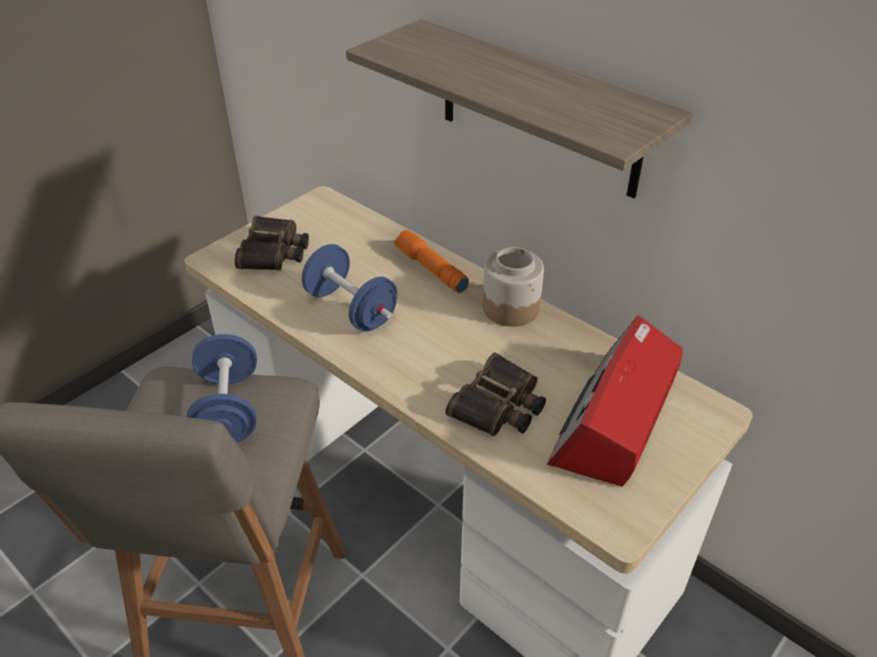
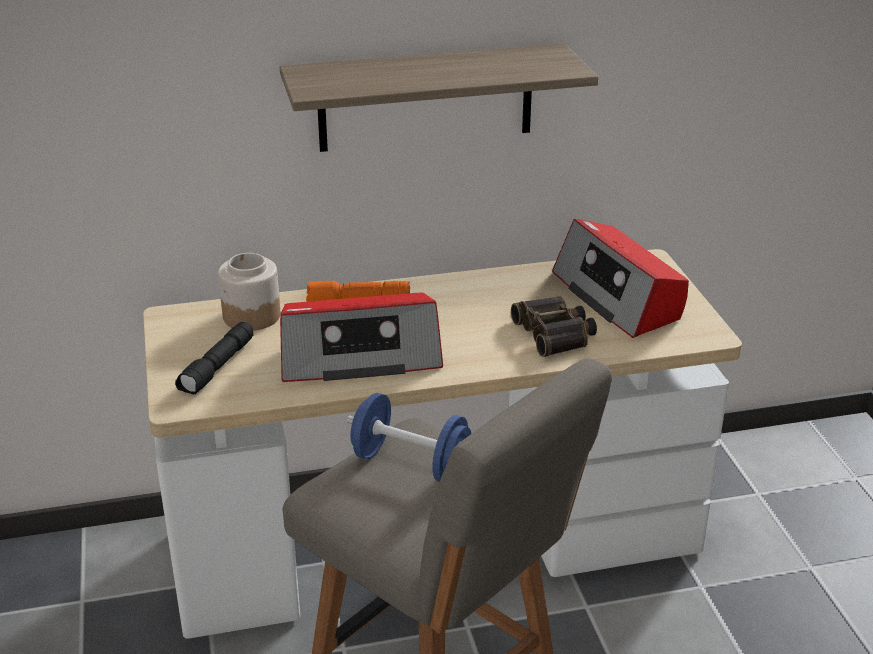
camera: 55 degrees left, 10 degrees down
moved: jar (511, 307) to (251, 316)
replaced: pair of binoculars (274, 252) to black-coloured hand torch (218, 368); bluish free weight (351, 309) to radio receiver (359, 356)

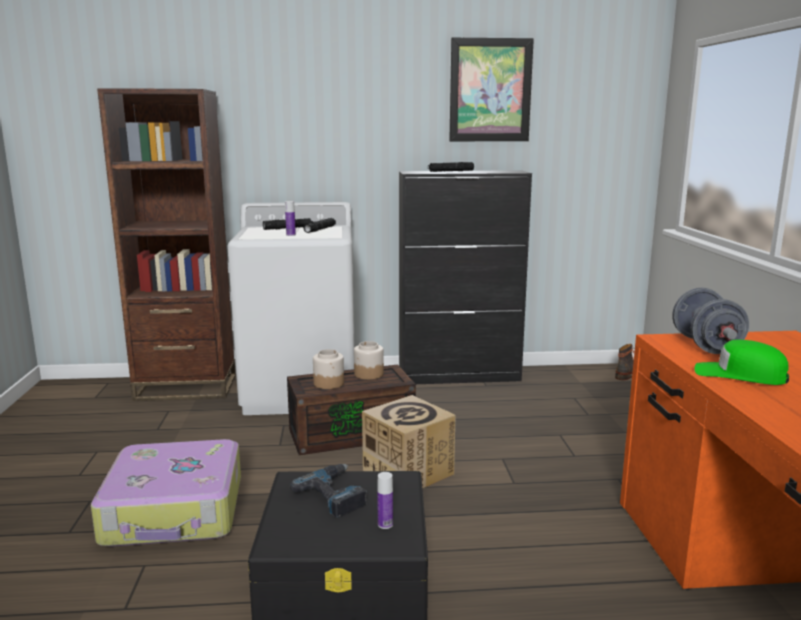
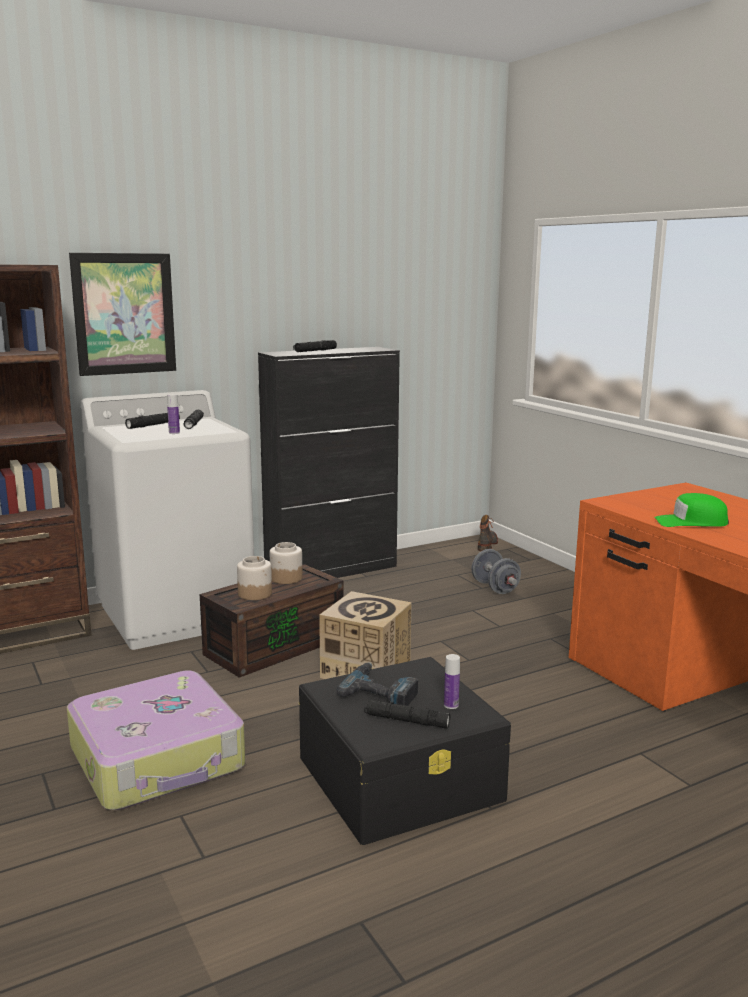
camera: 25 degrees left, 0 degrees up
added: black-coloured hand torch (406, 720)
moved: wall art (490, 90) to (124, 314); greyish free weight (706, 345) to (495, 587)

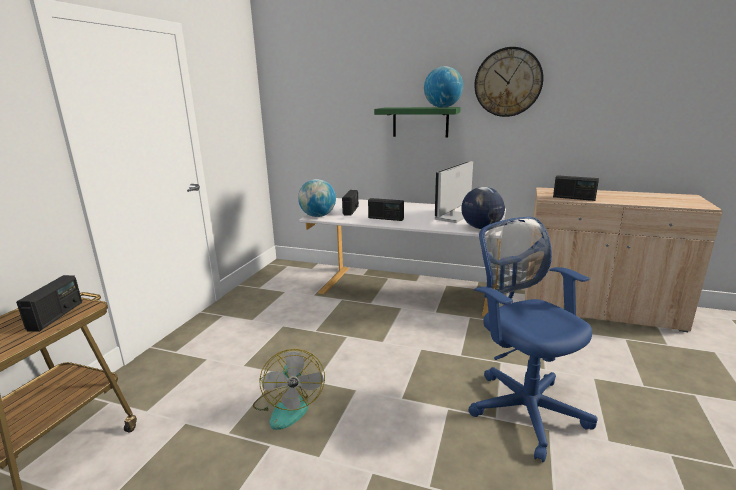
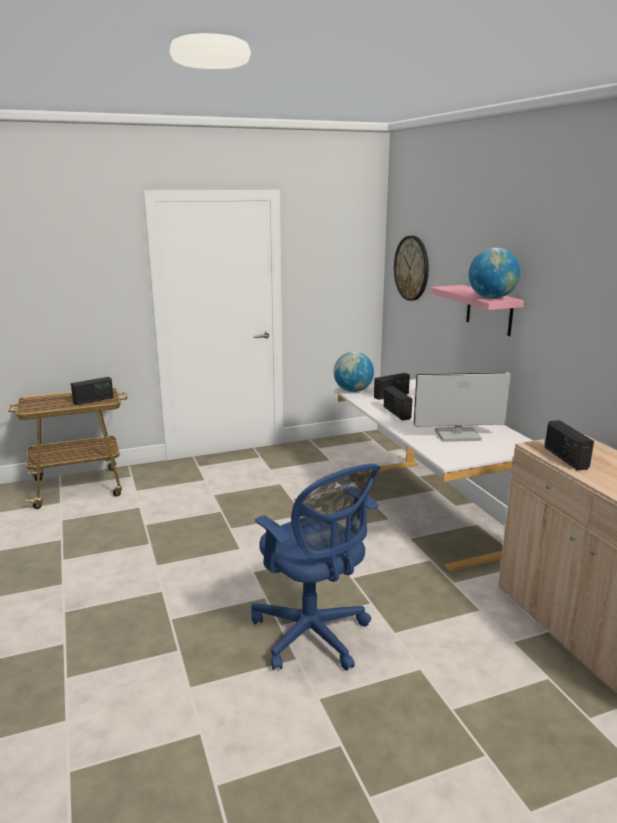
camera: 50 degrees right, 0 degrees up
removed: world globe (481, 228); electric fan (288, 406)
moved: clock on the wall (508, 82) to (412, 268)
recoloured: green wall shelf (420, 122) to pink wall shelf (489, 310)
turned: bluish computer chair (523, 407) = (313, 636) 120 degrees clockwise

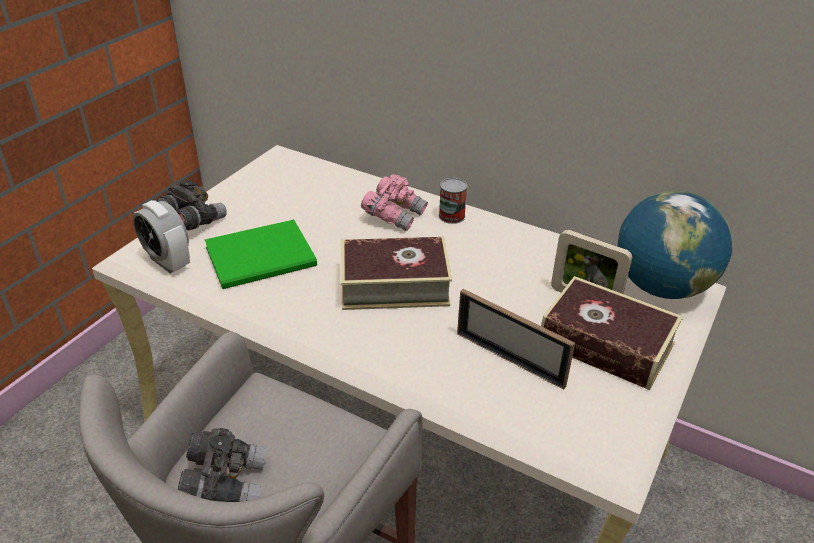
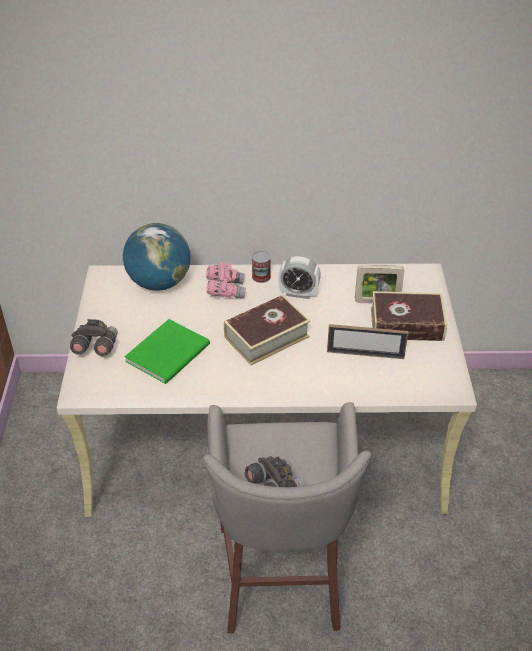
camera: 30 degrees left, 5 degrees up
moved: world globe (661, 286) to (159, 282); alarm clock (167, 262) to (298, 293)

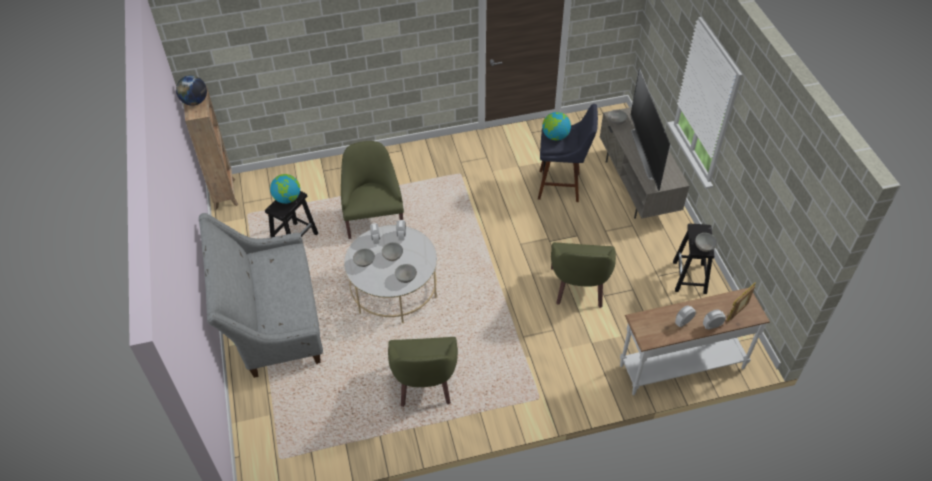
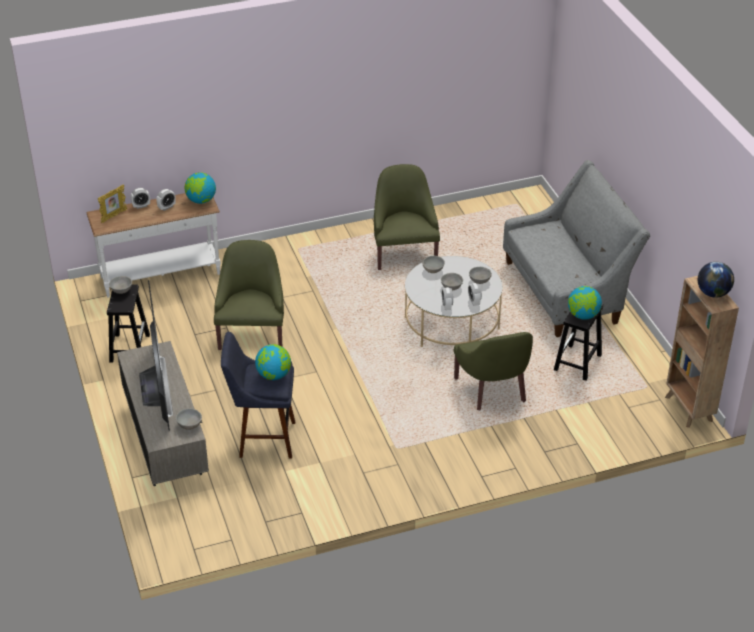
camera: 175 degrees right, 10 degrees down
added: world globe (201, 200)

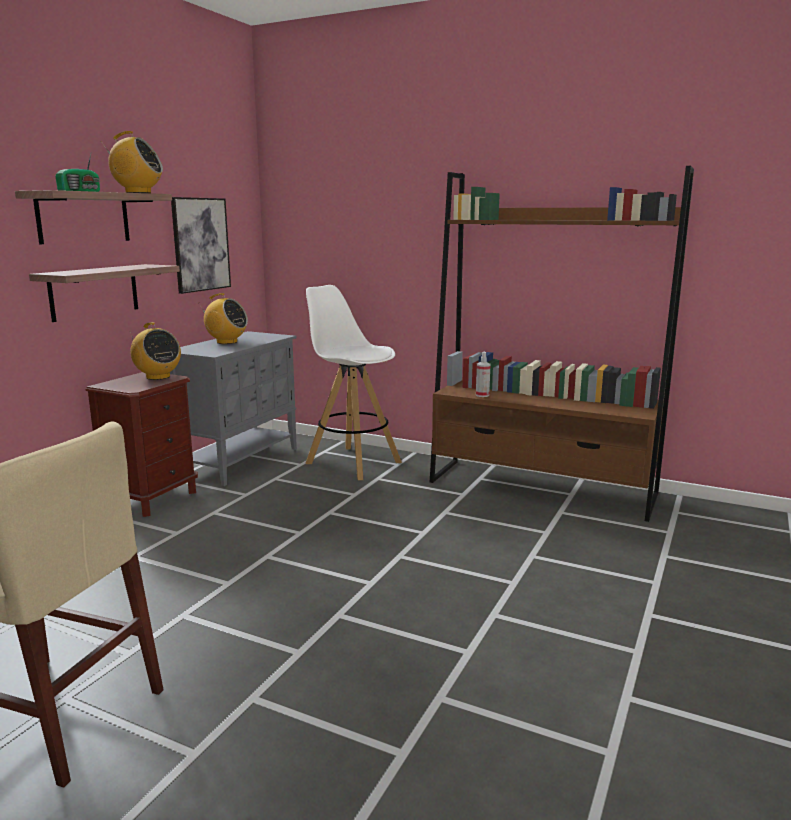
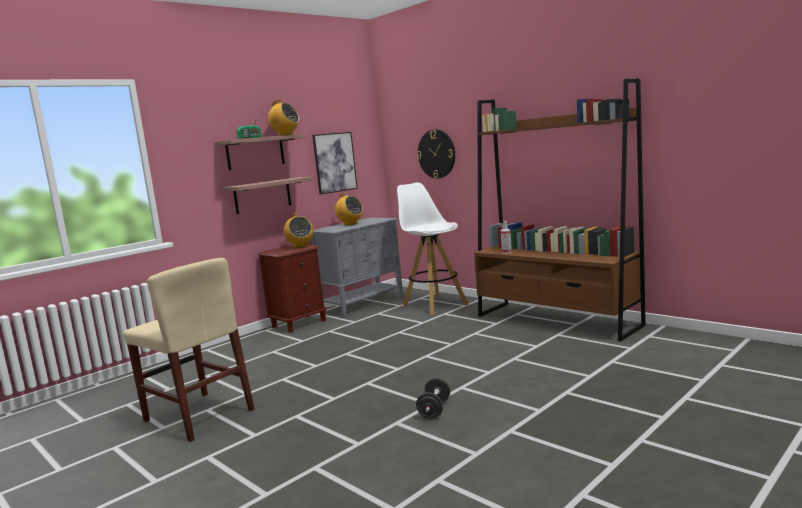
camera: 20 degrees right, 5 degrees down
added: clock on the wall (436, 154); black-coloured free weight (434, 410)

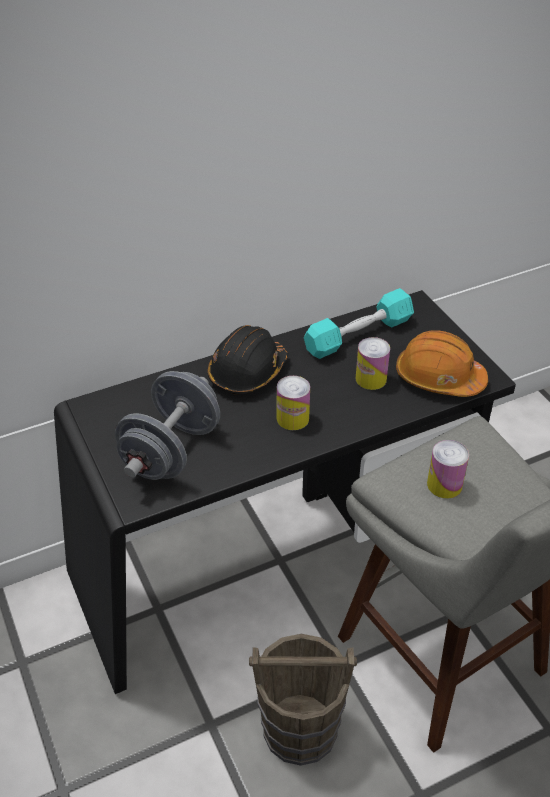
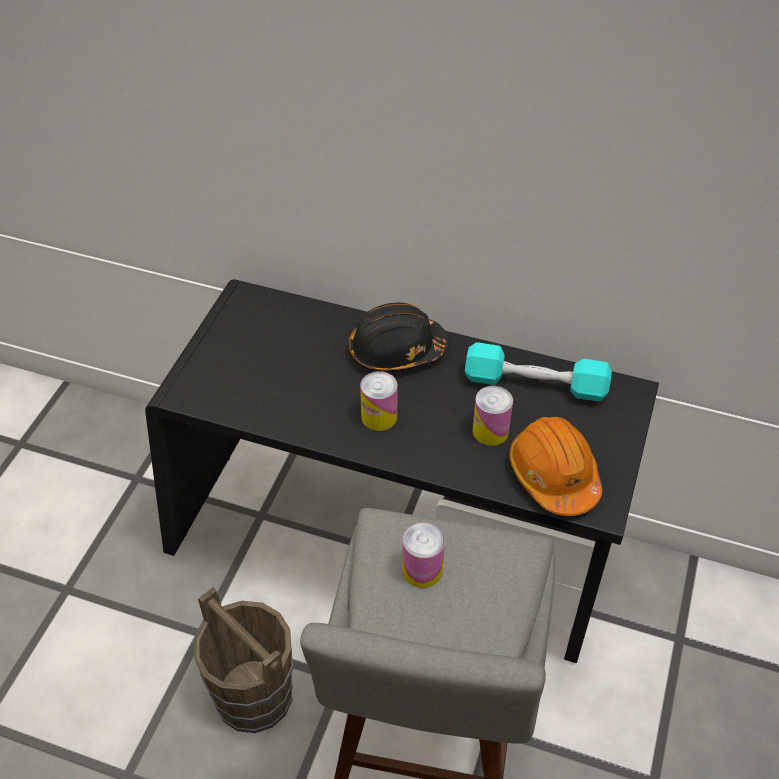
camera: 45 degrees right, 5 degrees up
removed: greyish free weight (171, 451)

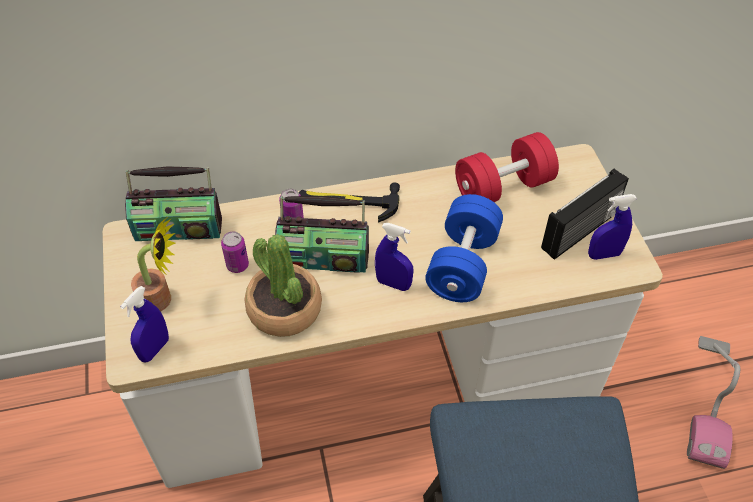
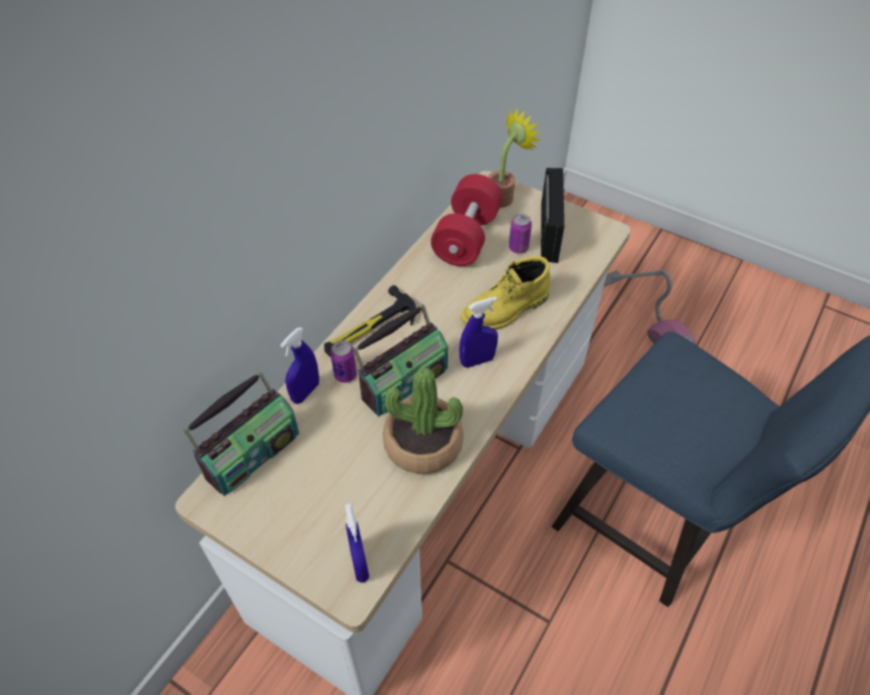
camera: 45 degrees left, 0 degrees up
moved: bluish spray bottle (604, 254) to (305, 392); houseplant (162, 300) to (503, 196); can (237, 265) to (518, 248)
replaced: bluish free weight (462, 264) to yellowish tall boot (506, 310)

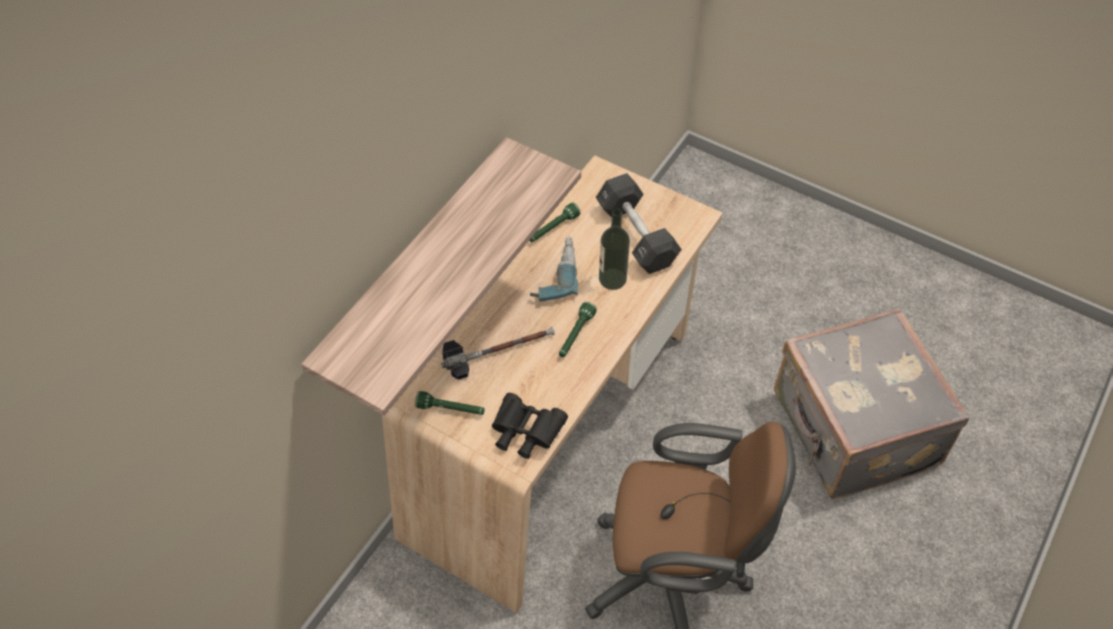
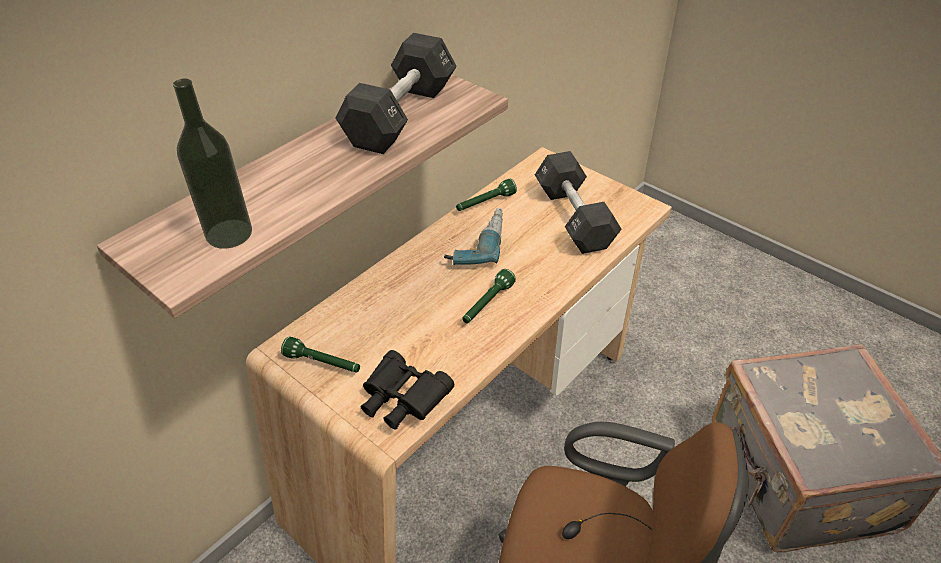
camera: 10 degrees right, 10 degrees down
removed: tool hammer (498, 350)
added: black-coloured free weight (401, 115)
moved: drink bottle (612, 279) to (229, 234)

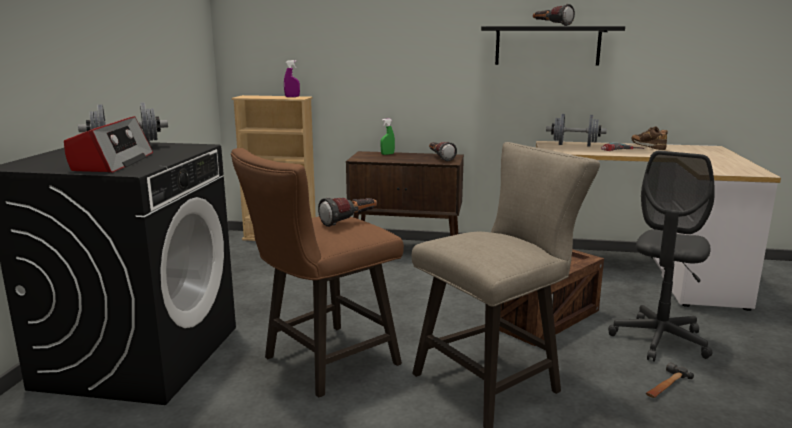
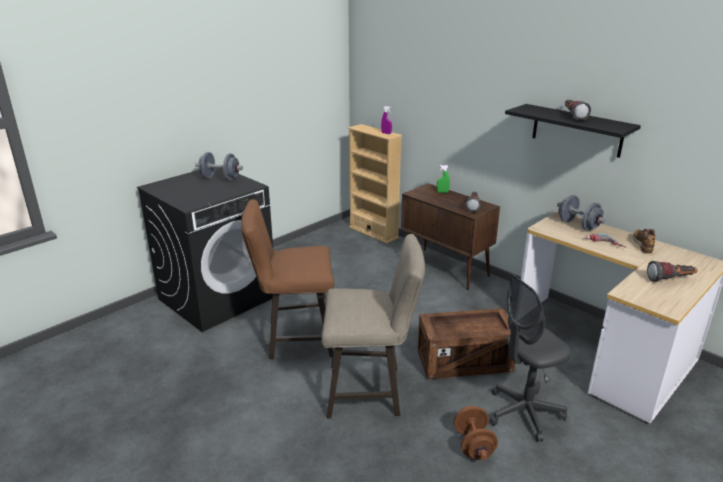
camera: 35 degrees right, 10 degrees up
removed: radio receiver (112, 162)
moved: hand torch (350, 221) to (670, 280)
replaced: tool hammer (665, 386) to brown free weight (473, 445)

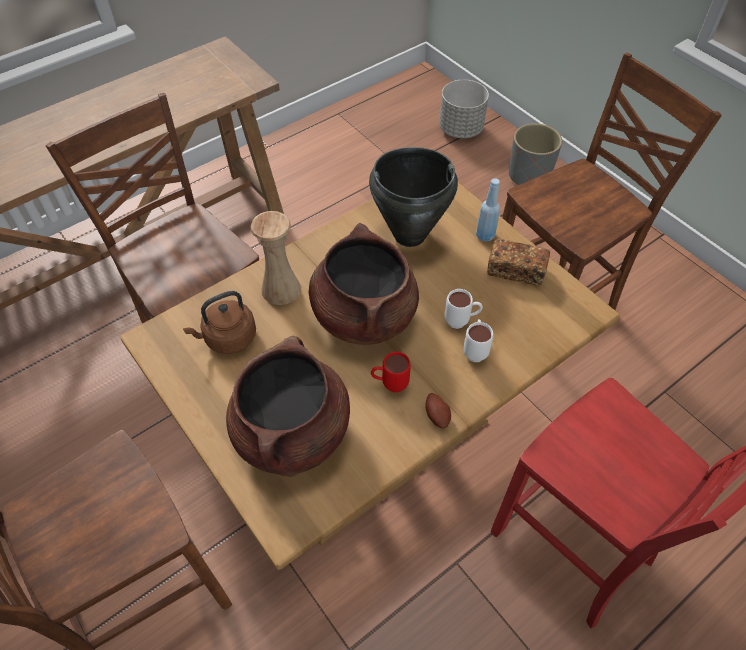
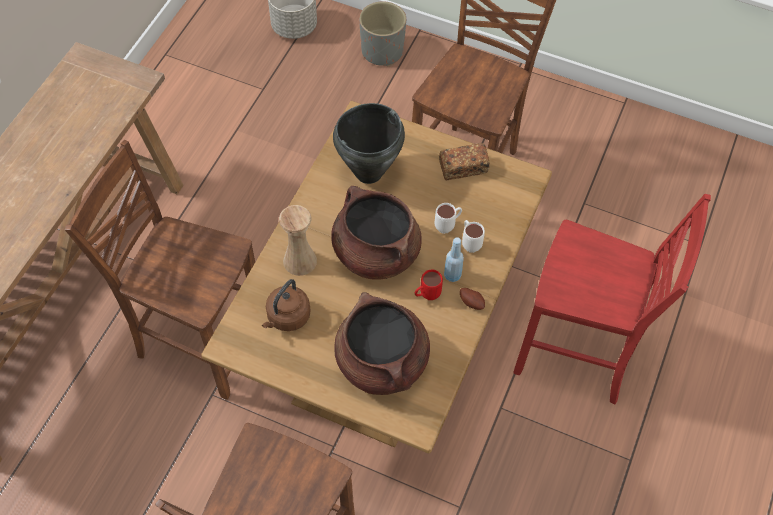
camera: 30 degrees left, 5 degrees up
moved: bluish drink bottle (485, 235) to (452, 275)

